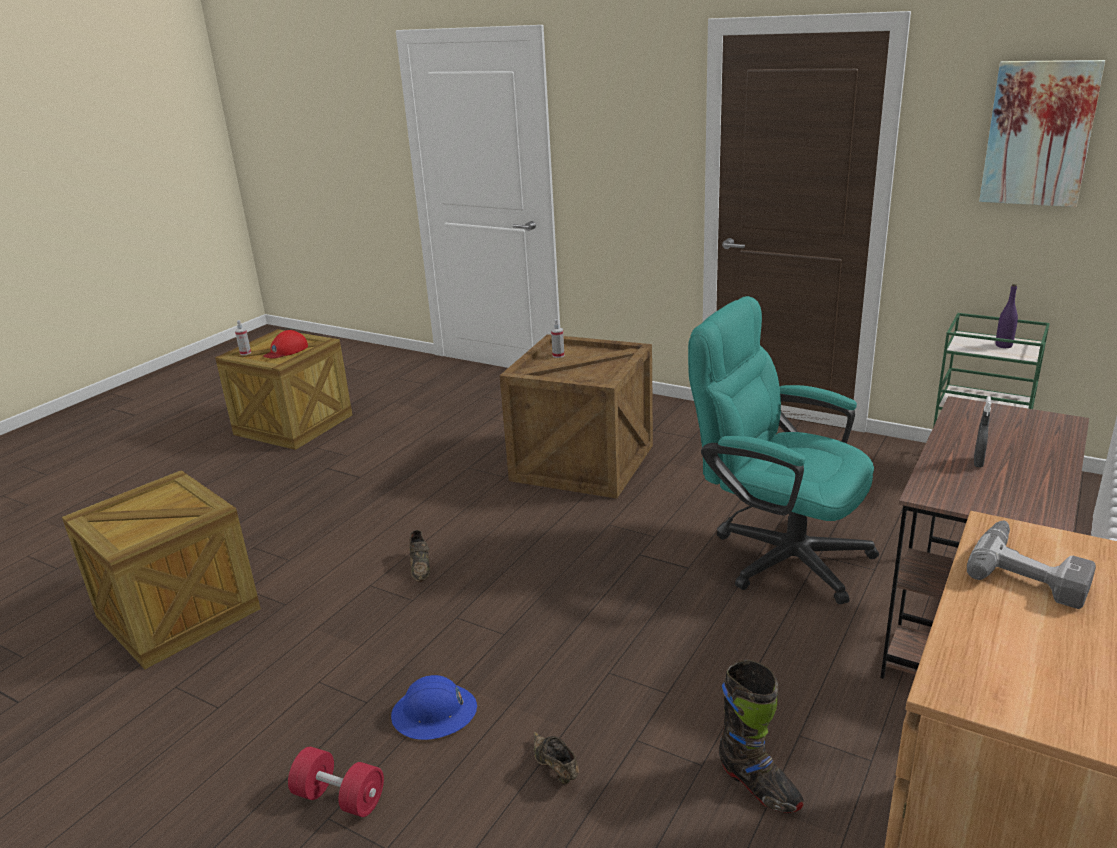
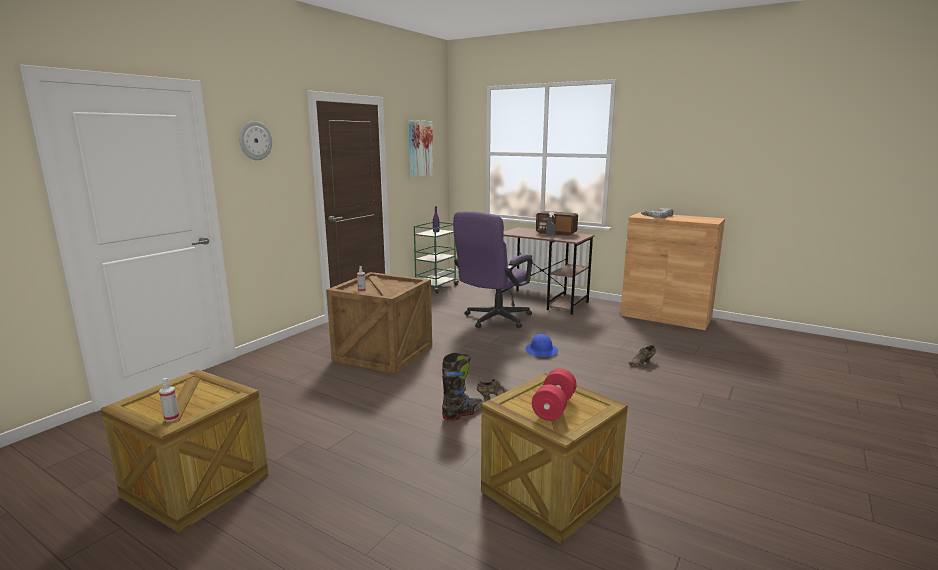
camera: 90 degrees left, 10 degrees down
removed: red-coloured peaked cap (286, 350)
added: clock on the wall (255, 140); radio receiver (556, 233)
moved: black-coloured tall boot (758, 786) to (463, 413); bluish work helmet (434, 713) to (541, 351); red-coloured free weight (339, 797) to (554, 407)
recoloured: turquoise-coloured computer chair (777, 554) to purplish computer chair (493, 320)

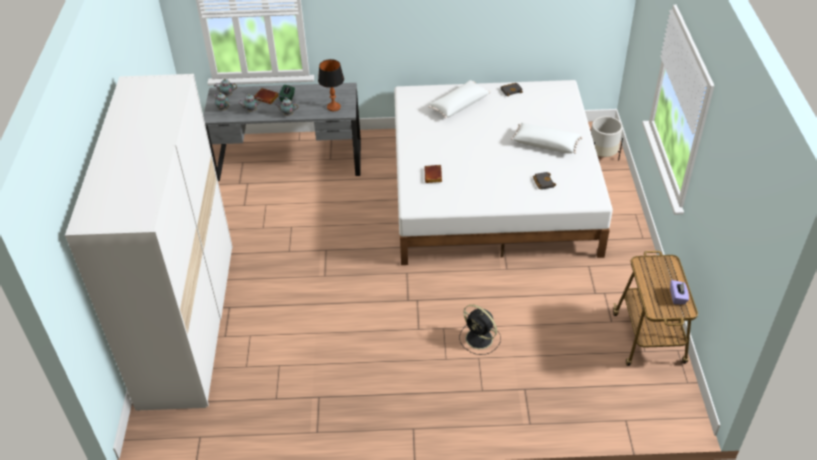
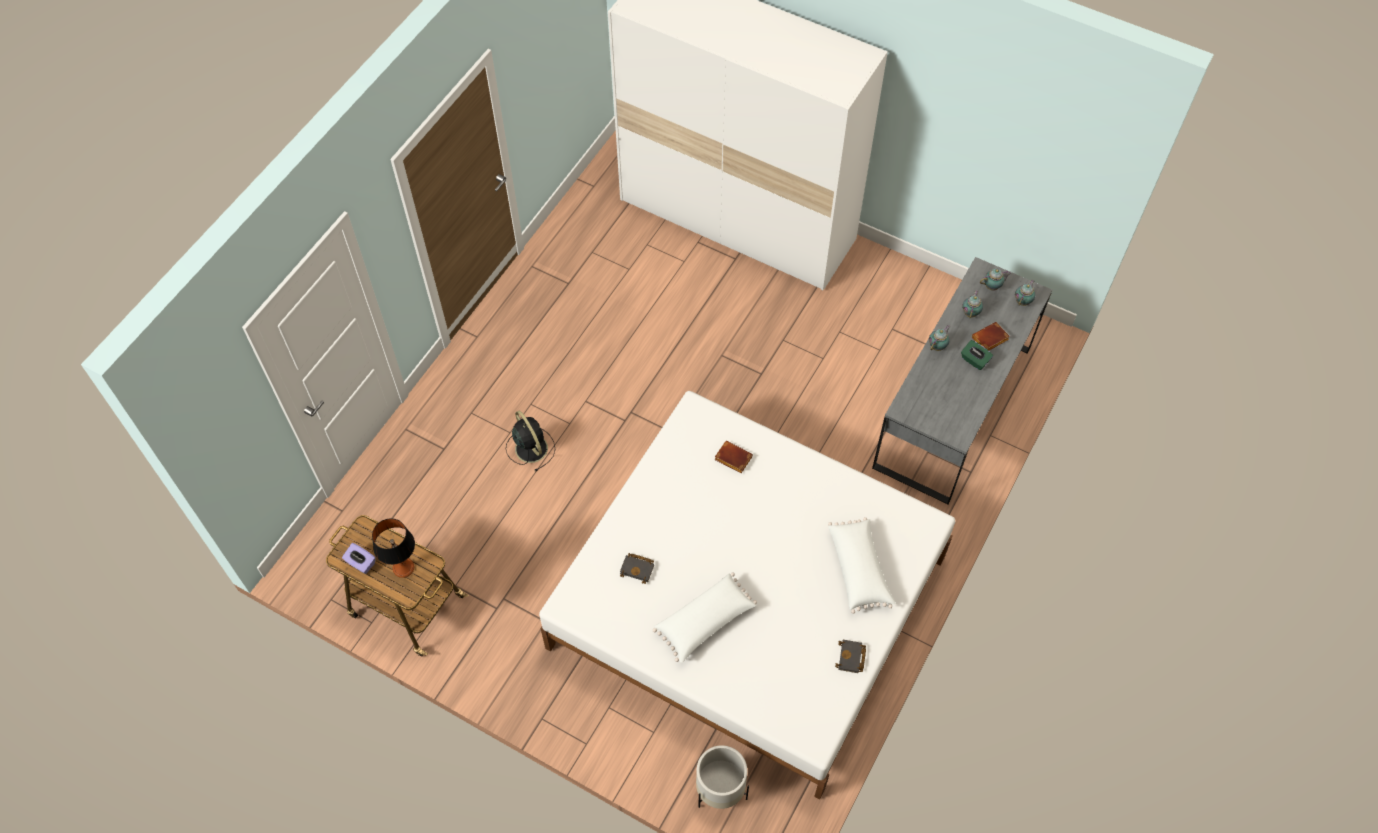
camera: 120 degrees right, 15 degrees up
moved: table lamp (333, 107) to (403, 567)
turned: black-coloured electric fan (480, 339) = (530, 447) 75 degrees clockwise

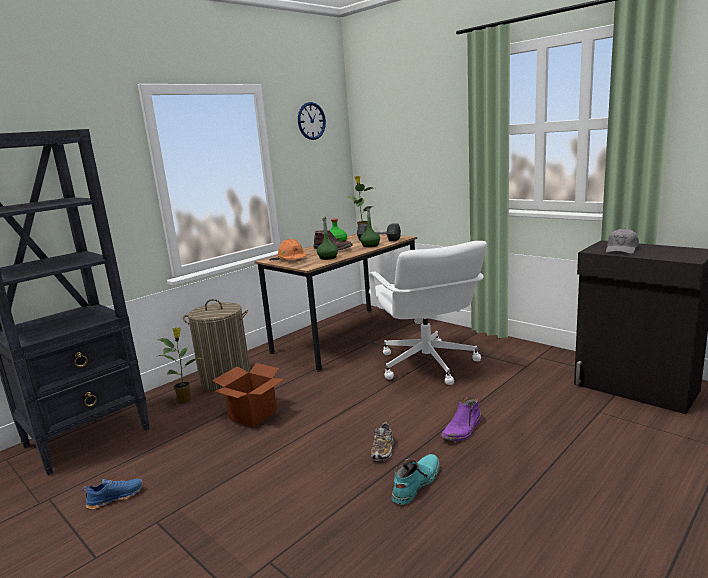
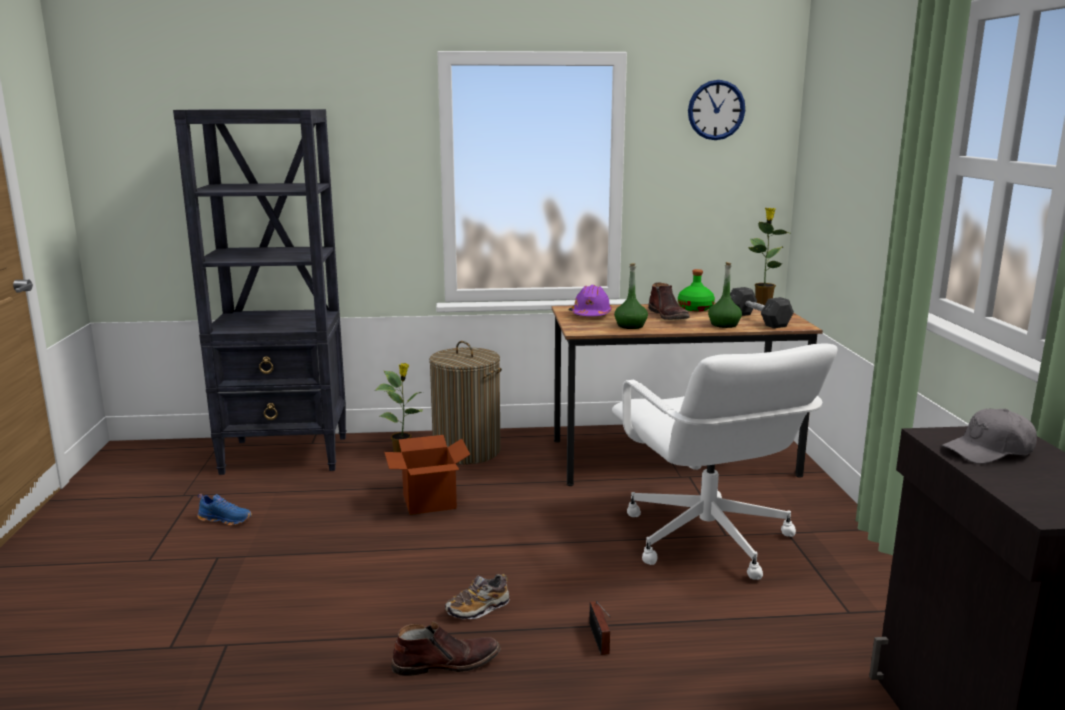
camera: 40 degrees right, 0 degrees up
replaced: purplish tall boot (462, 430) to radio receiver (599, 641)
recoloured: orangey work helmet (292, 259) to purplish work helmet (591, 315); turquoise-coloured tall boot (415, 483) to brown tall boot (446, 662)
turned: white computer chair (427, 365) = (706, 539) 45 degrees counterclockwise

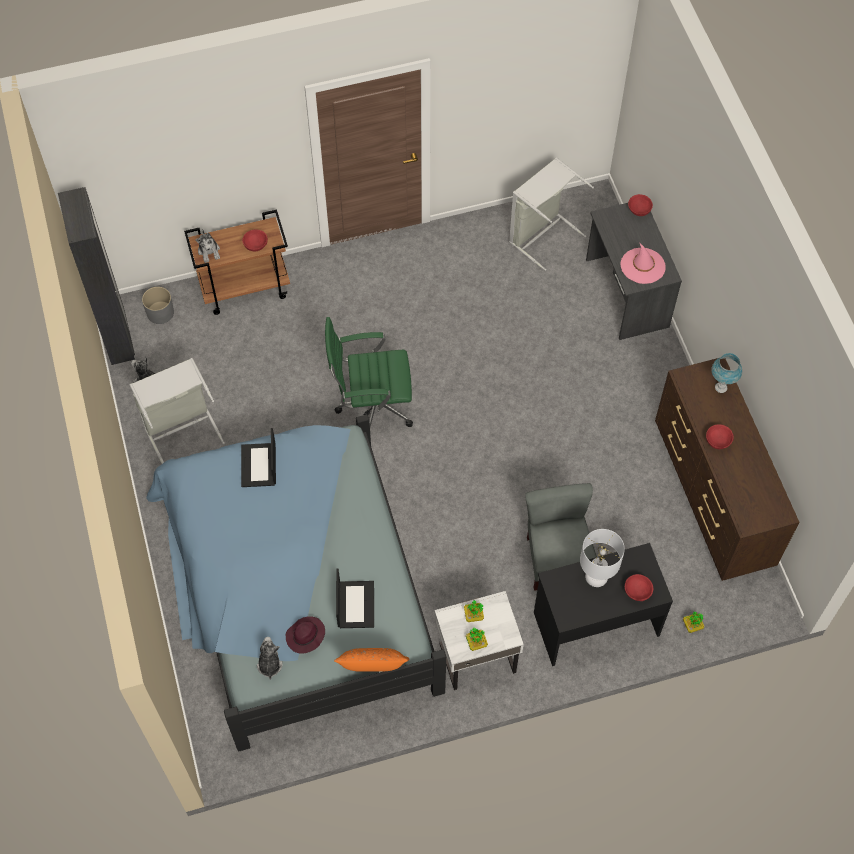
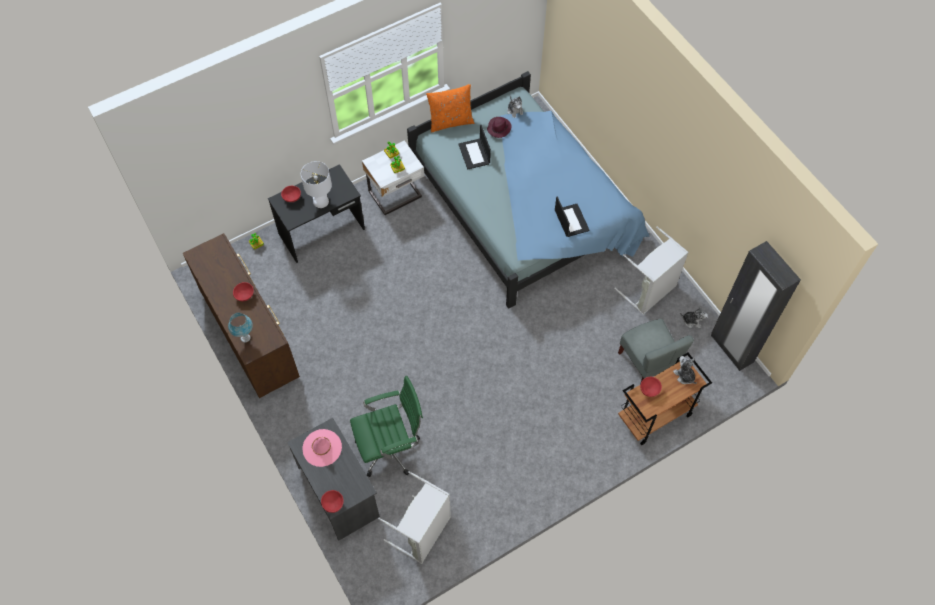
camera: 165 degrees right, 0 degrees up
removed: greyish flower pot (160, 313)
moved: green computer chair (371, 408) to (391, 448); greyish chair (557, 559) to (647, 362)

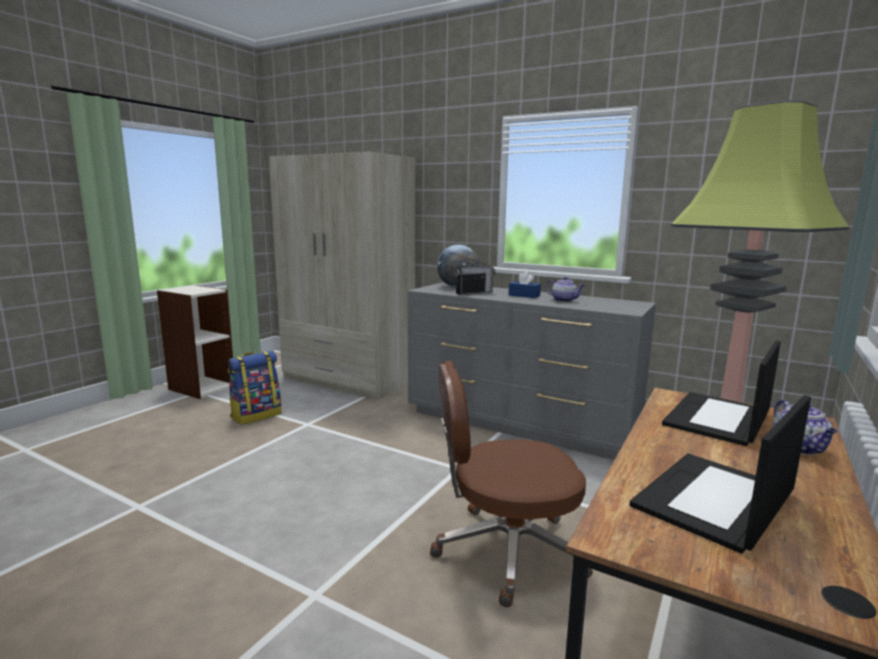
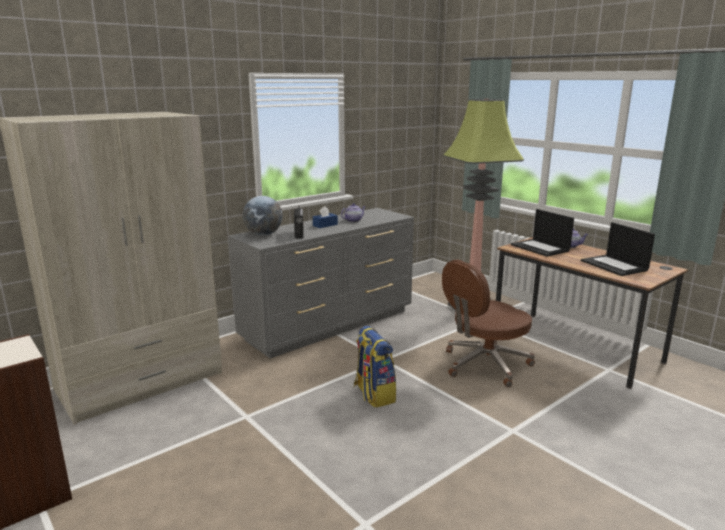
camera: 70 degrees left, 5 degrees up
moved: rucksack (256, 415) to (373, 394)
turned: brown computer chair (506, 550) = (484, 365) 45 degrees clockwise

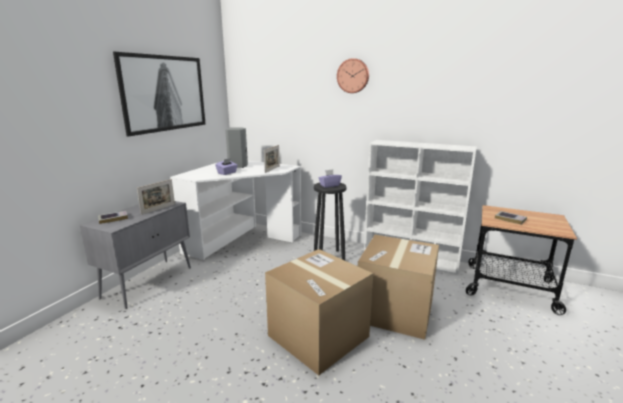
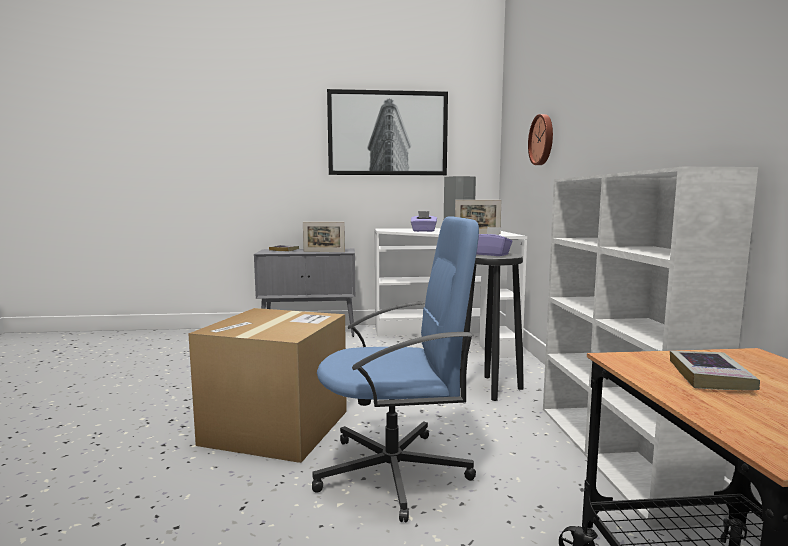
camera: 60 degrees right, 10 degrees down
moved: clock on the wall (353, 76) to (542, 140)
replaced: packing box (395, 310) to bluish computer chair (395, 471)

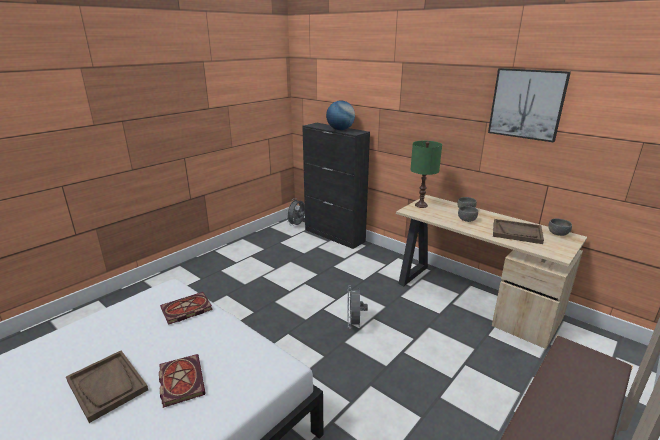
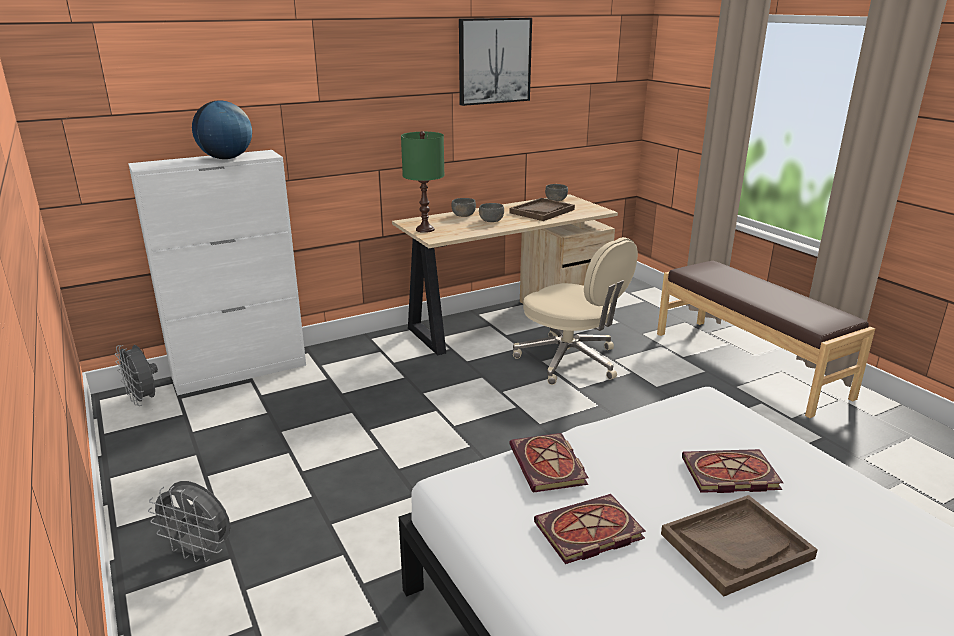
camera: 70 degrees left, 0 degrees up
added: sand-coloured computer chair (570, 361); book (587, 533)
moved: greyish electric fan (354, 324) to (200, 552)
recoloured: black-coloured cupboard (334, 235) to white cupboard (241, 371)

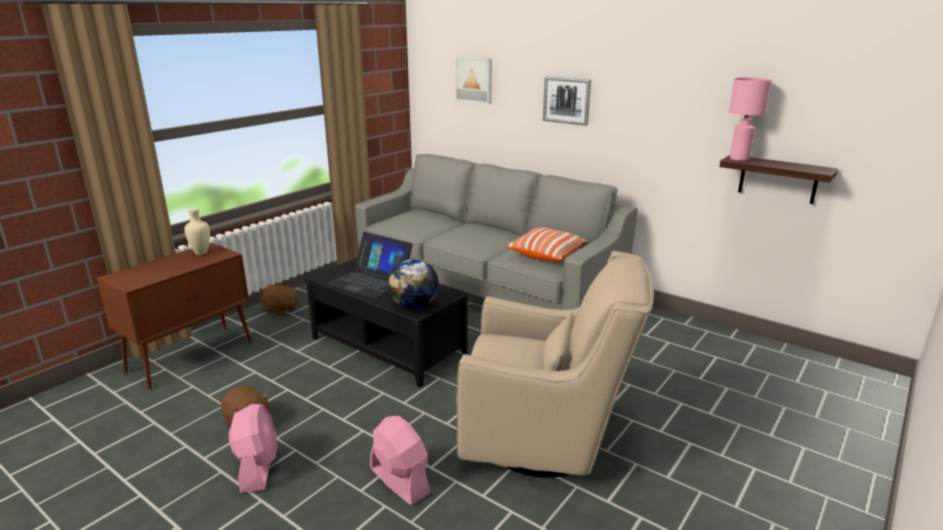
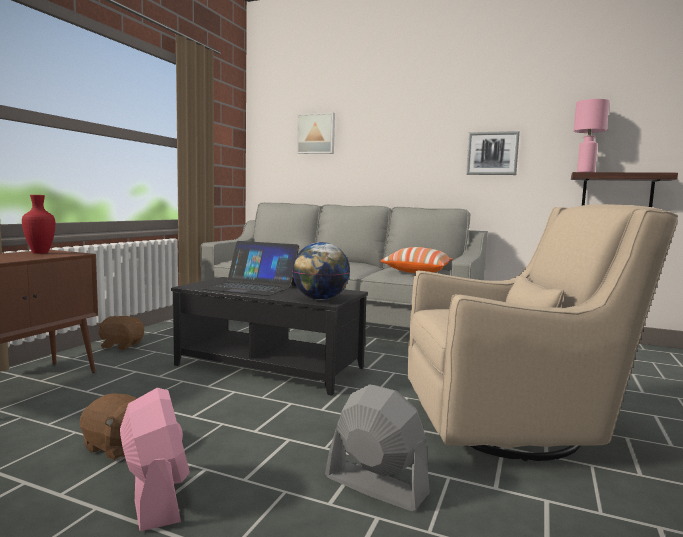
camera: 15 degrees left, 15 degrees down
moved: wall art (567, 100) to (492, 153)
recoloured: sand-coloured vase (202, 253) to red-coloured vase (41, 253); pink electric fan (399, 480) to greyish electric fan (375, 485)

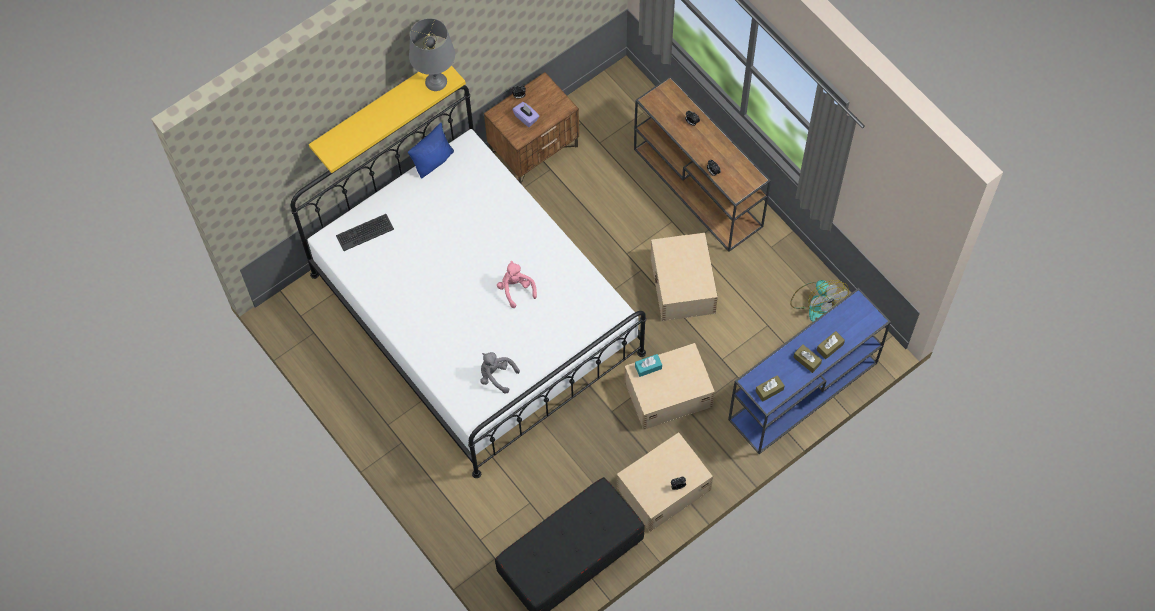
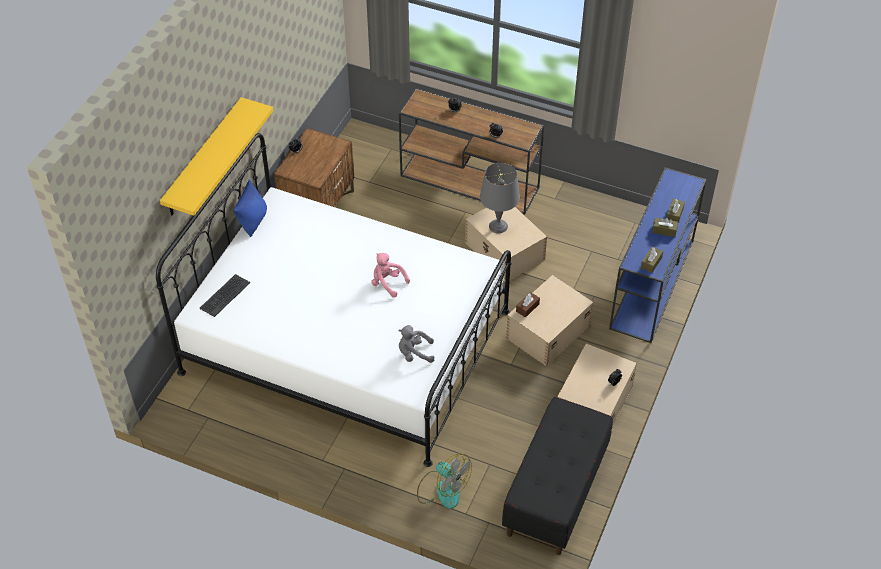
camera: 30 degrees left, 15 degrees down
removed: purplish tissue box (526, 118)
moved: greyish table lamp (436, 82) to (498, 226); electric fan (816, 302) to (442, 489)
recoloured: turquoise-coloured tissue box (648, 367) to brown tissue box (527, 307)

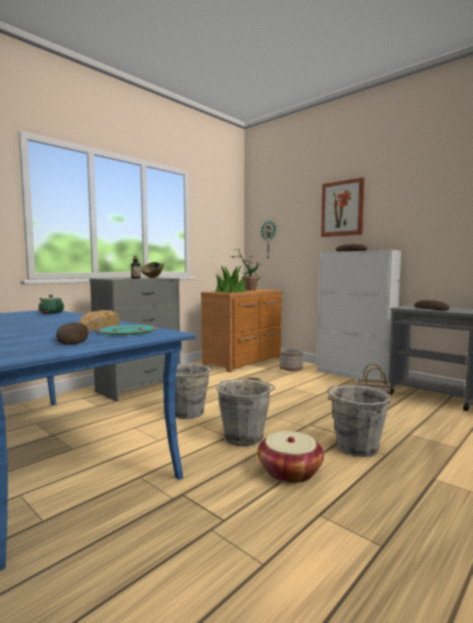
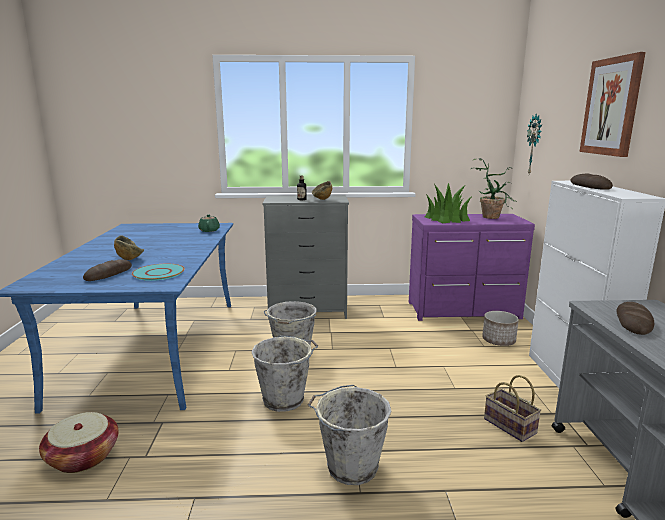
camera: 45 degrees right, 10 degrees up
removed: bakery bread (99, 327)
added: deep dish (129, 258)
moved: storage basket (290, 471) to (83, 457)
recoloured: brown dresser (245, 361) to purplish dresser (464, 311)

